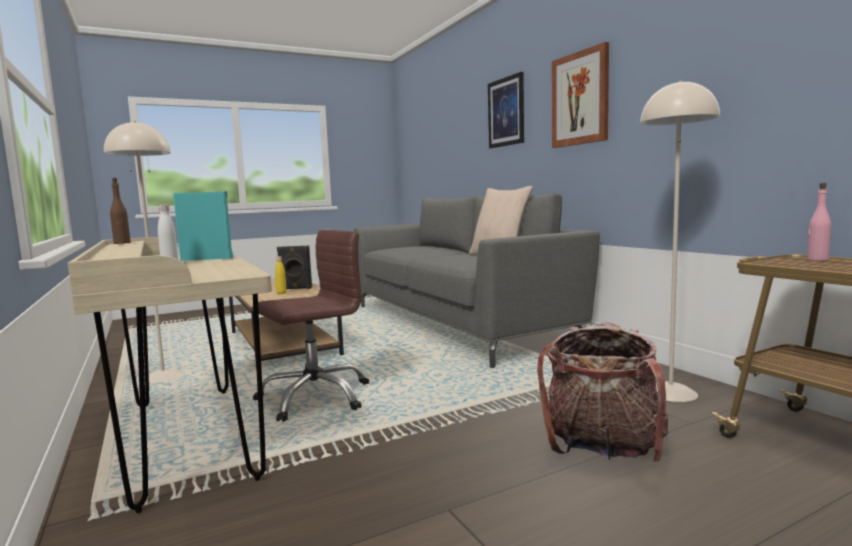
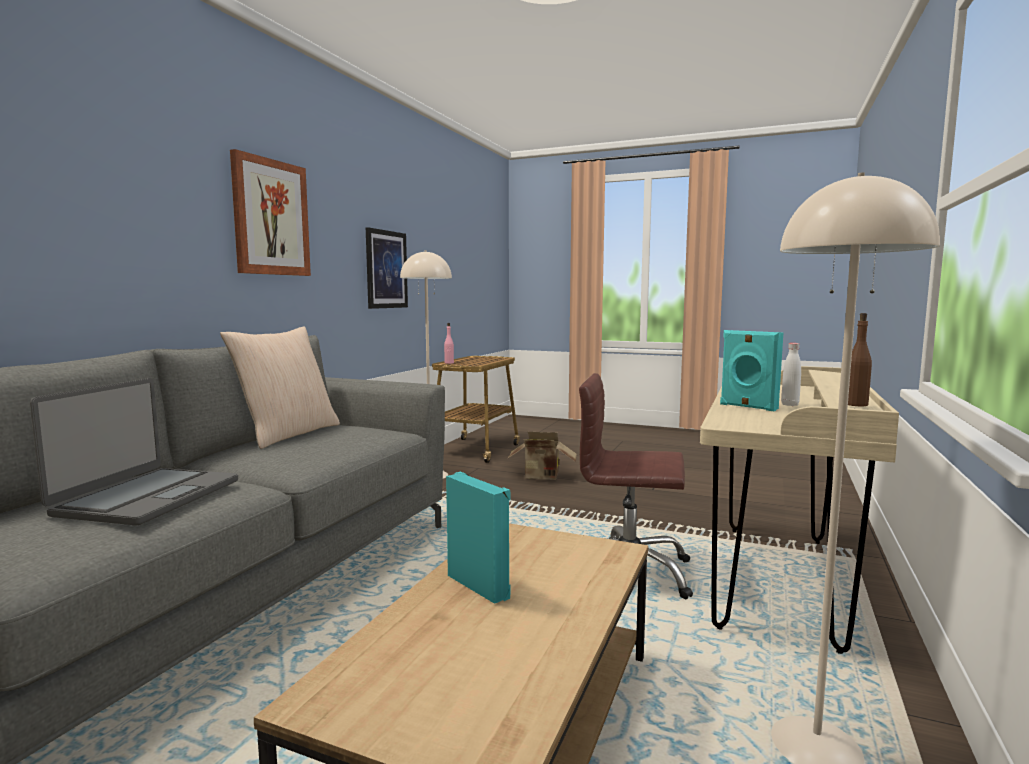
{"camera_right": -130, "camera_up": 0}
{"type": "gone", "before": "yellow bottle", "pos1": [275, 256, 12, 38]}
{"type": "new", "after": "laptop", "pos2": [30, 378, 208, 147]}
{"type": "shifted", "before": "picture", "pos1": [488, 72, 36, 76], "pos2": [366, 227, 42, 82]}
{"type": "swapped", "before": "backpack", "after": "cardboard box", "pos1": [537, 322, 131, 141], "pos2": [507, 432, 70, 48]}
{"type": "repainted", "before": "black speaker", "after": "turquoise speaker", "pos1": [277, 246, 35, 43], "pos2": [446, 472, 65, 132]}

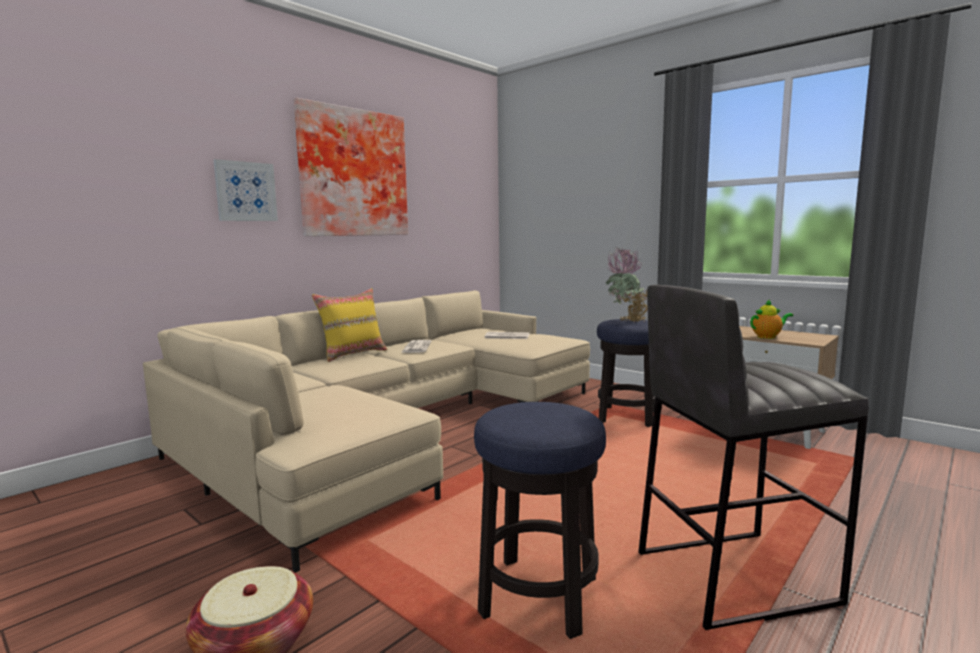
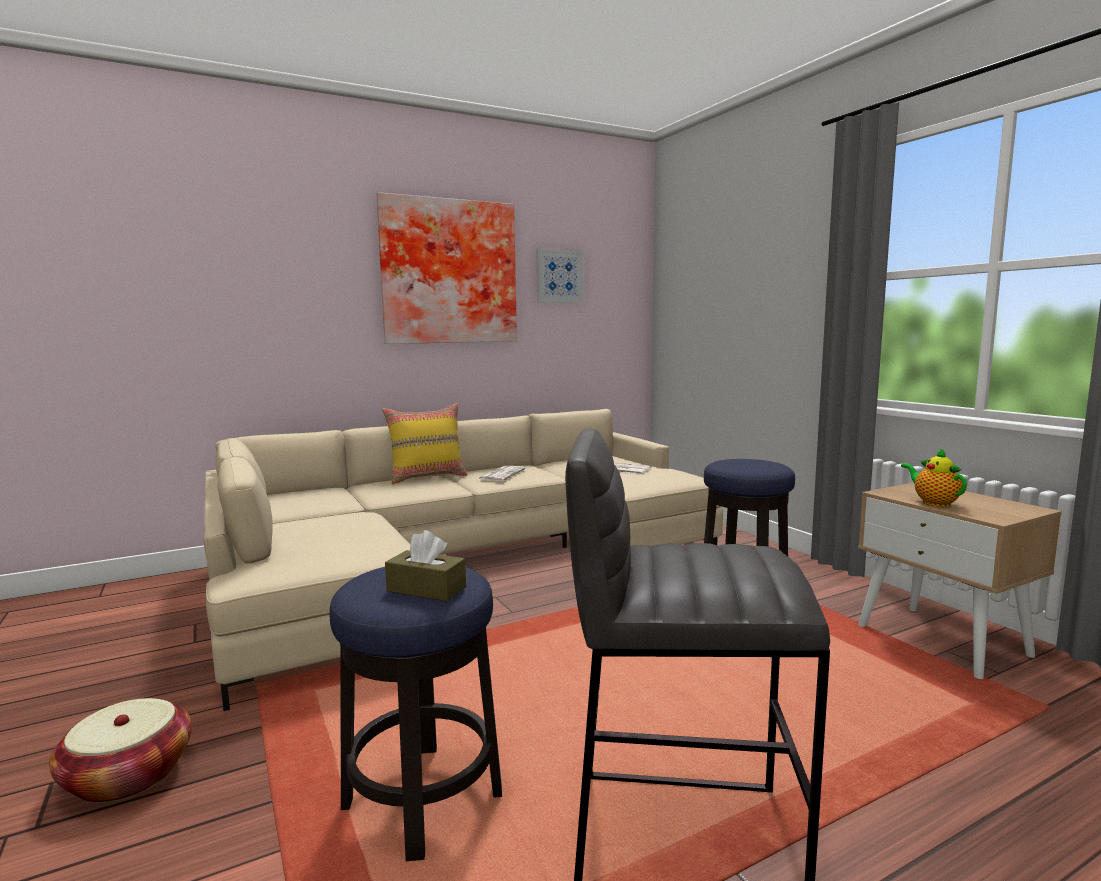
{"camera_right": 20, "camera_up": 0}
{"type": "gone", "before": "potted plant", "pos1": [606, 247, 42, 75]}
{"type": "new", "after": "brown tissue box", "pos2": [385, 530, 81, 71]}
{"type": "shifted", "before": "picture", "pos1": [214, 159, 64, 62], "pos2": [536, 248, 48, 55]}
{"type": "rotated", "before": "teapot", "pos1": [750, 299, 43, 40], "pos2": [901, 447, 66, 60], "turn": -120}

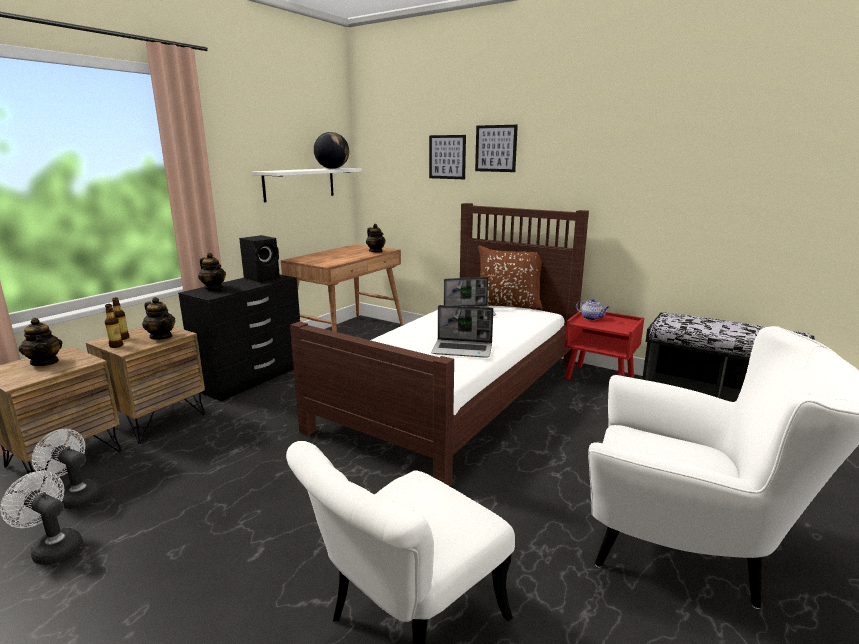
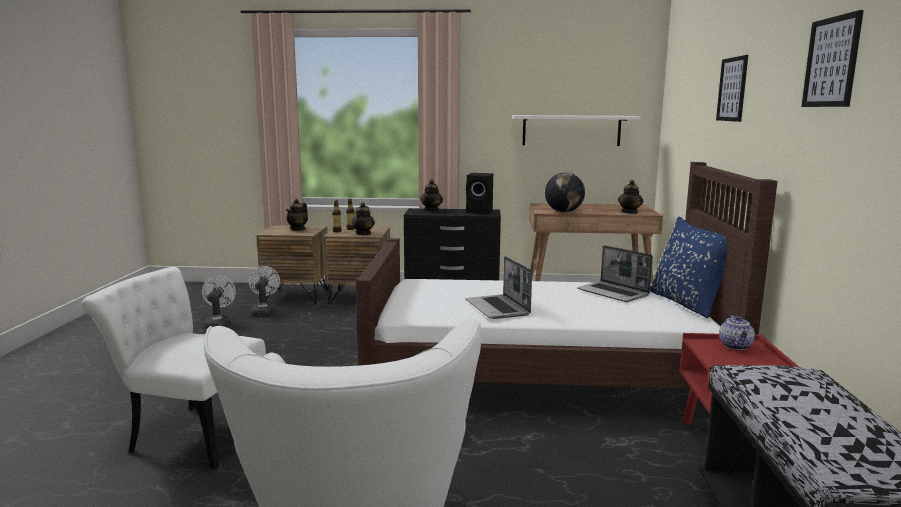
{"camera_right": 60, "camera_up": -5}
{"type": "shifted", "before": "globe", "pos1": [314, 132, 35, 37], "pos2": [545, 172, 40, 40]}
{"type": "shifted", "before": "picture", "pos1": [429, 135, 37, 44], "pos2": [801, 10, 63, 97]}
{"type": "repainted", "before": "brown pillow", "after": "blue pillow", "pos1": [478, 245, 65, 64], "pos2": [650, 217, 77, 101]}

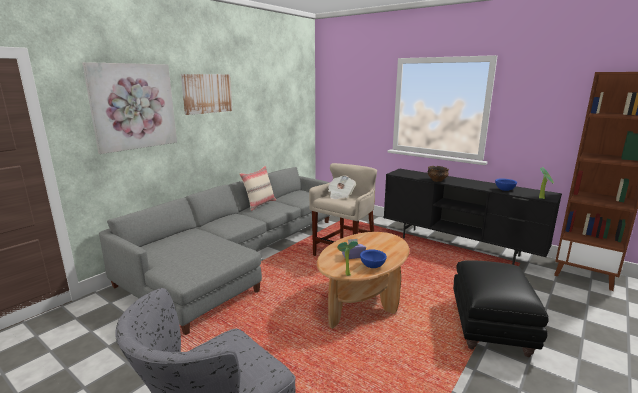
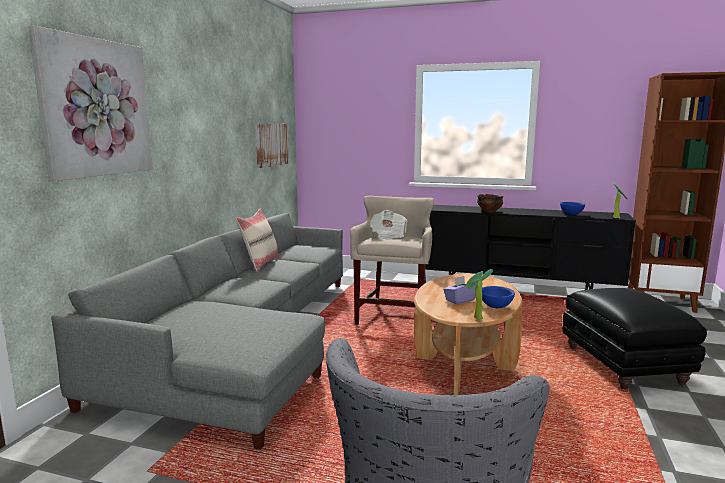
{"camera_right": -20, "camera_up": -5}
{"type": "shifted", "before": "picture", "pos1": [181, 74, 51, 41], "pos2": [255, 124, 34, 44]}

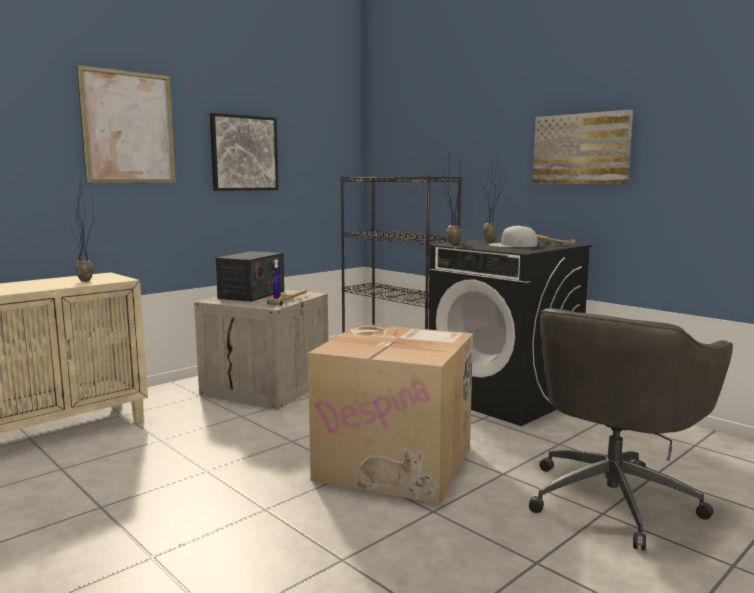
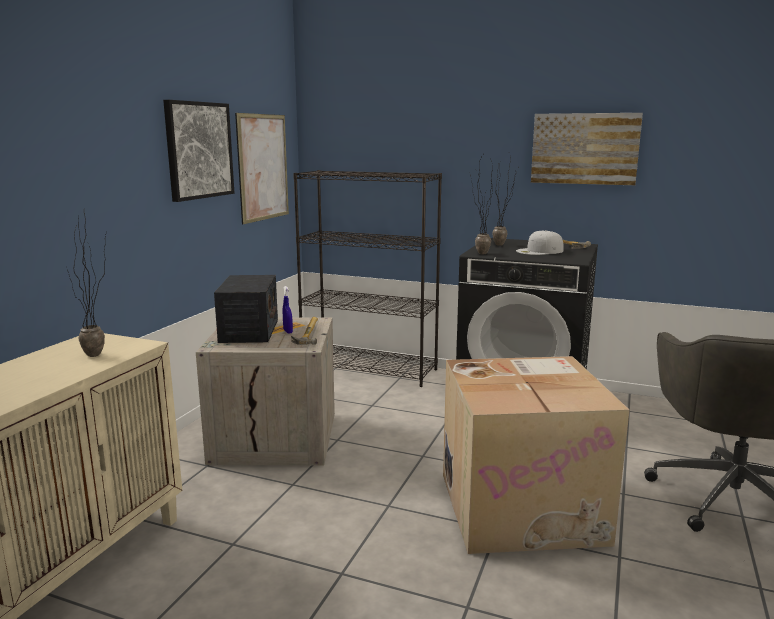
{"camera_right": -25, "camera_up": 5}
{"type": "shifted", "before": "picture", "pos1": [77, 65, 99, 118], "pos2": [235, 113, 54, 111]}

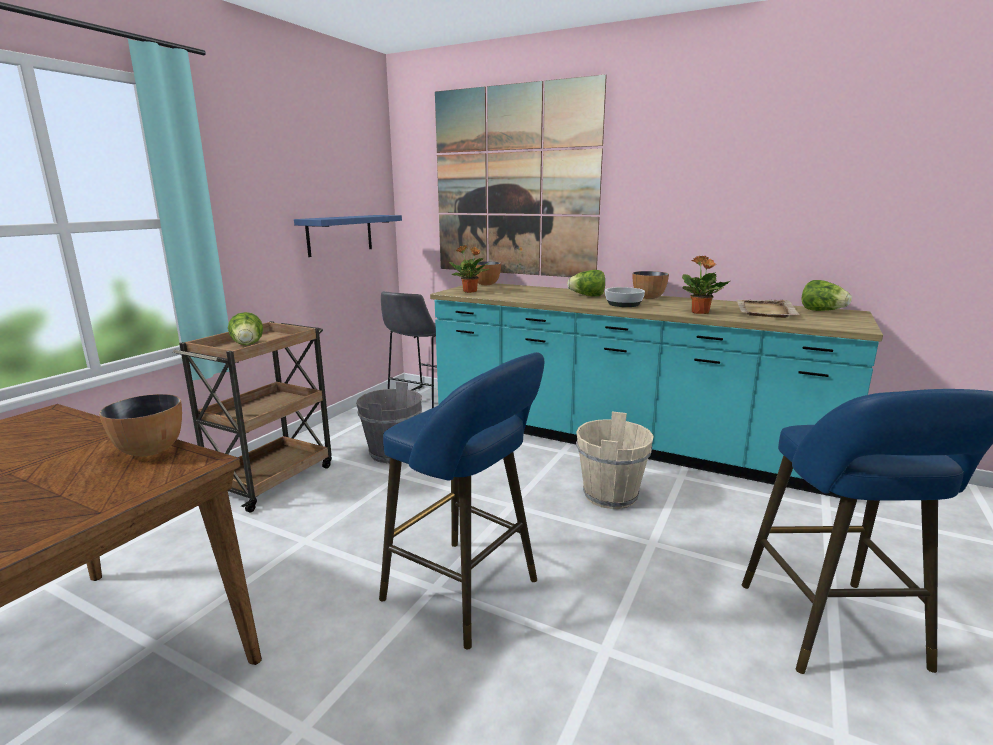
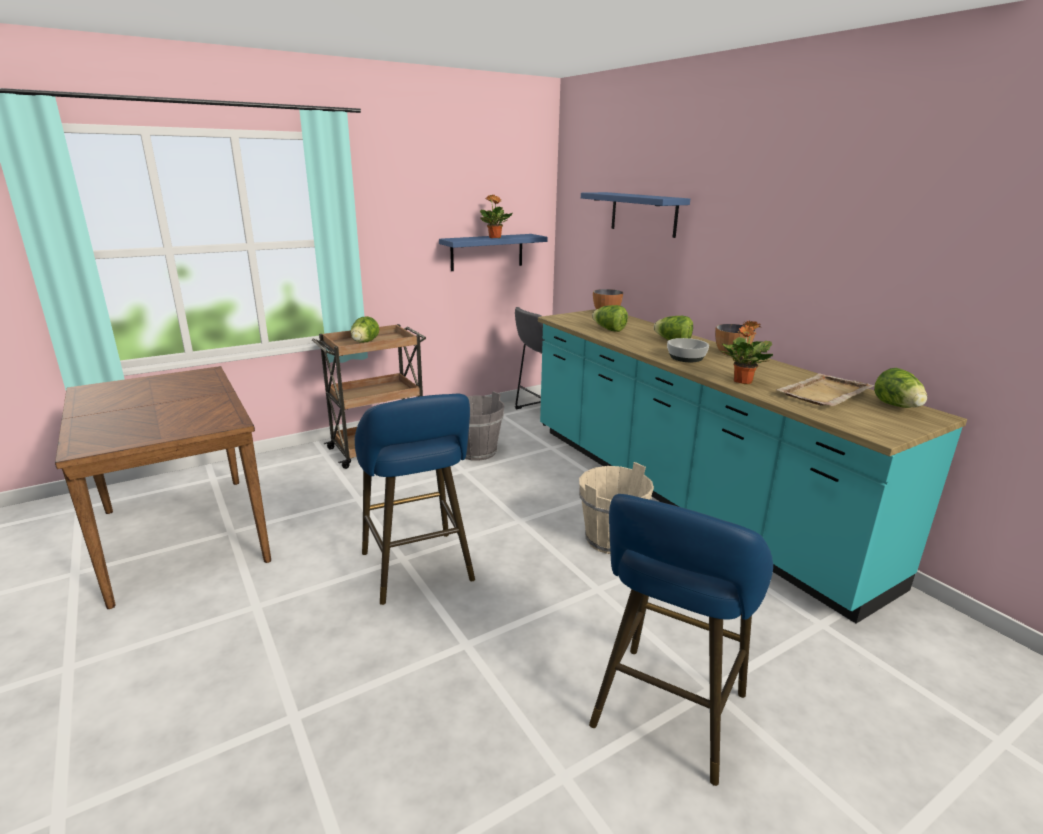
{"camera_right": 30, "camera_up": 5}
{"type": "gone", "before": "bowl", "pos1": [99, 394, 83, 62]}
{"type": "new", "after": "lettuce", "pos2": [592, 305, 36, 27]}
{"type": "shifted", "before": "potted plant", "pos1": [449, 245, 40, 48], "pos2": [480, 195, 33, 43]}
{"type": "swapped", "before": "picture", "after": "blue shelf", "pos1": [435, 74, 172, 203], "pos2": [581, 192, 109, 46]}

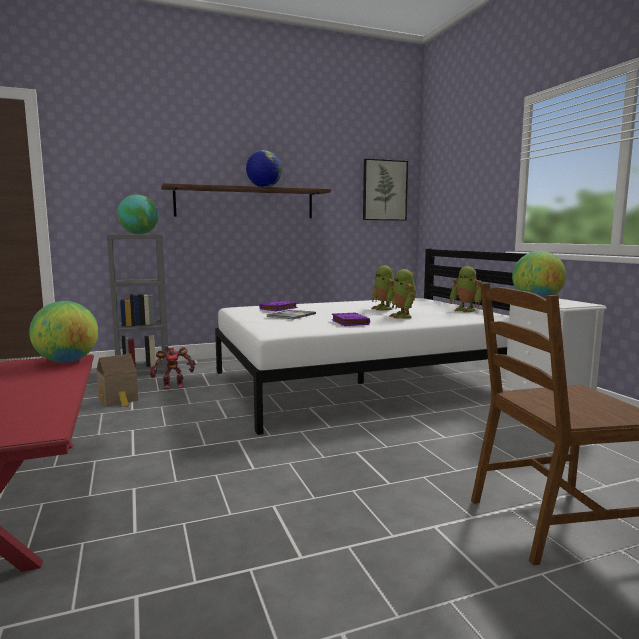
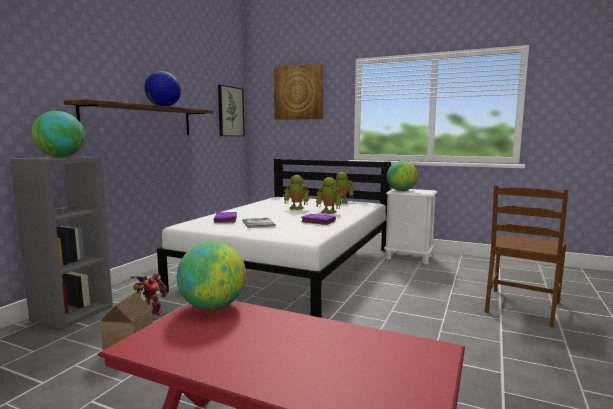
{"camera_right": -45, "camera_up": 0}
{"type": "new", "after": "picture", "pos2": [274, 63, 49, 57]}

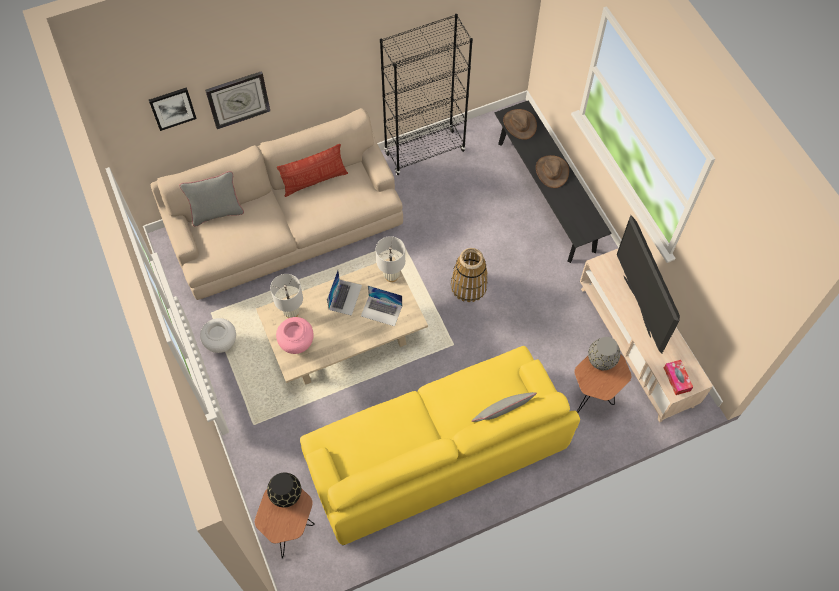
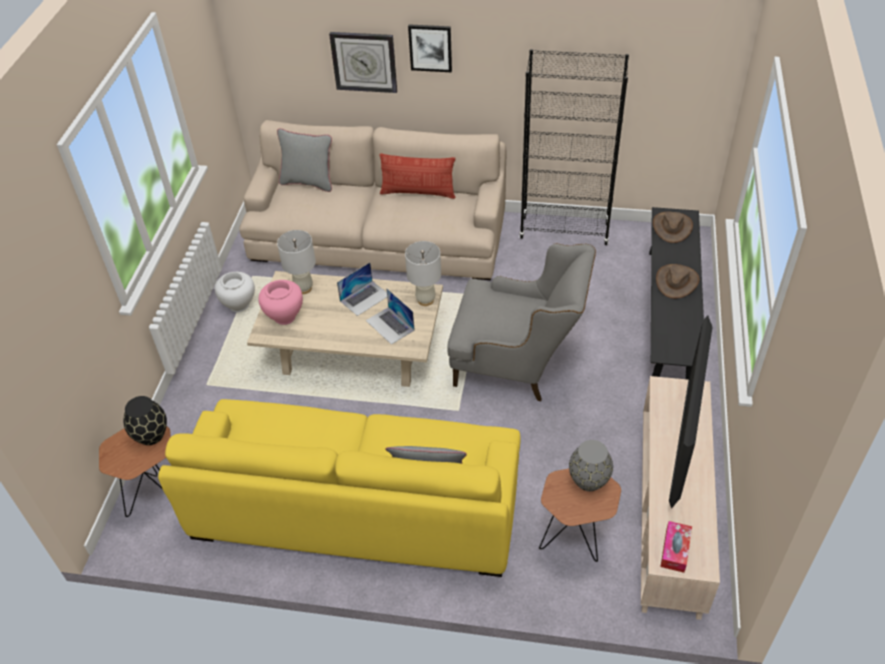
{"camera_right": 35, "camera_up": -15}
{"type": "shifted", "before": "picture", "pos1": [149, 87, 48, 44], "pos2": [408, 24, 44, 49]}
{"type": "swapped", "before": "basket", "after": "grey armchair", "pos1": [451, 248, 37, 54], "pos2": [447, 243, 149, 158]}

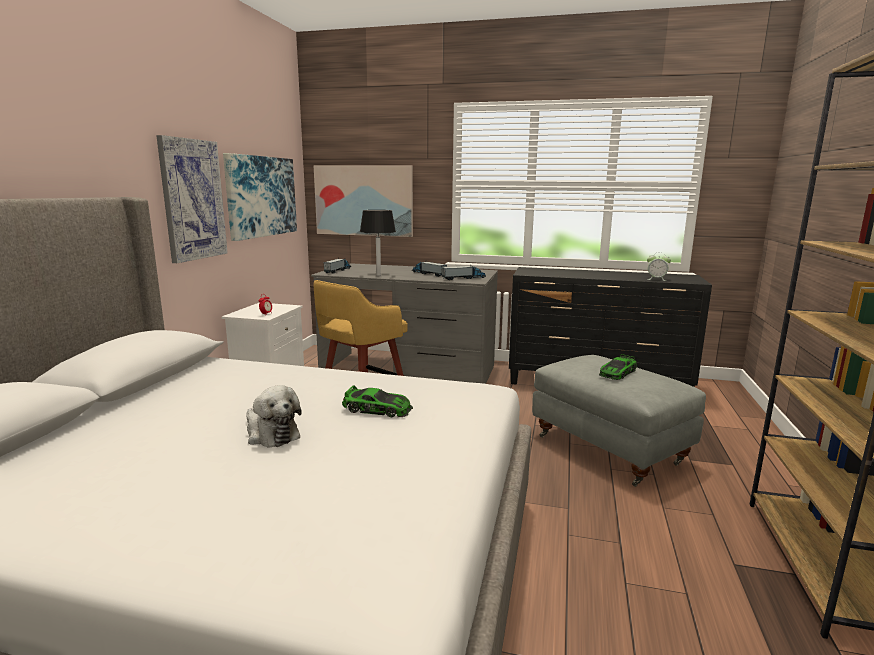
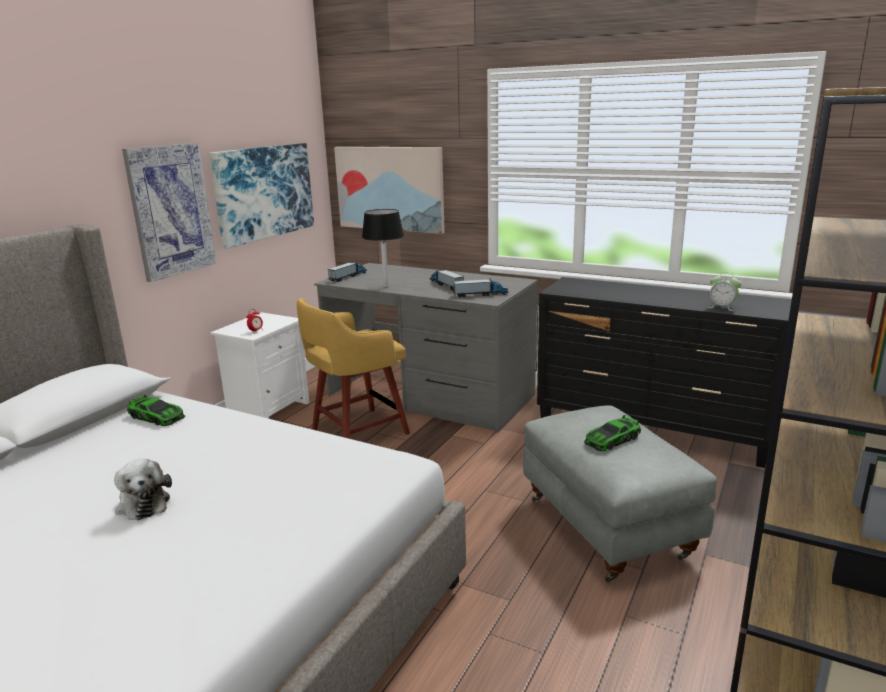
{"camera_right": 15, "camera_up": 5}
{"type": "shifted", "before": "toy car", "pos1": [342, 385, 71, 33], "pos2": [127, 394, 58, 32]}

